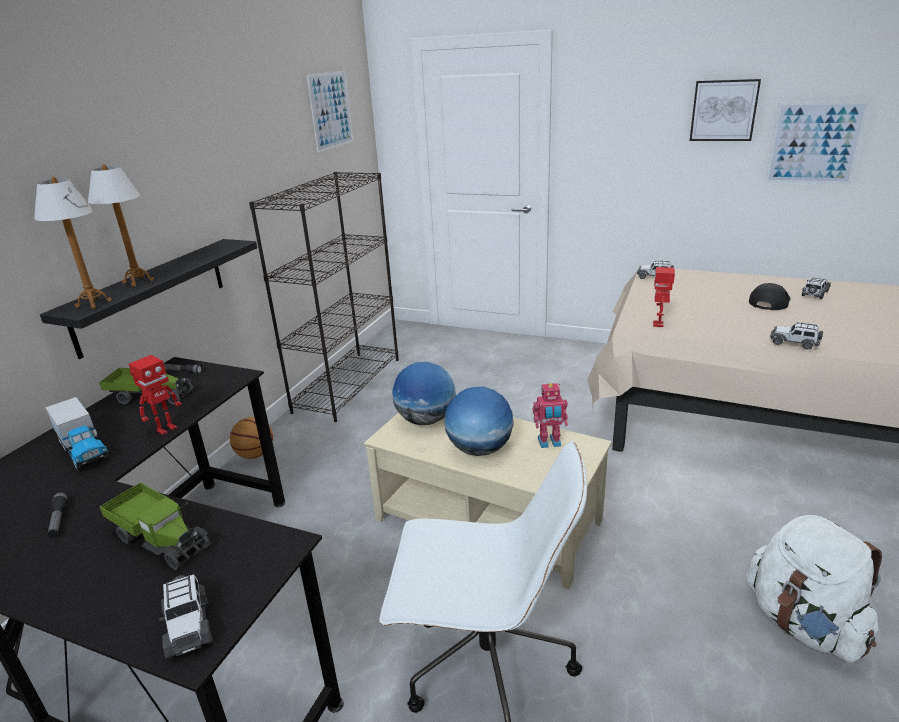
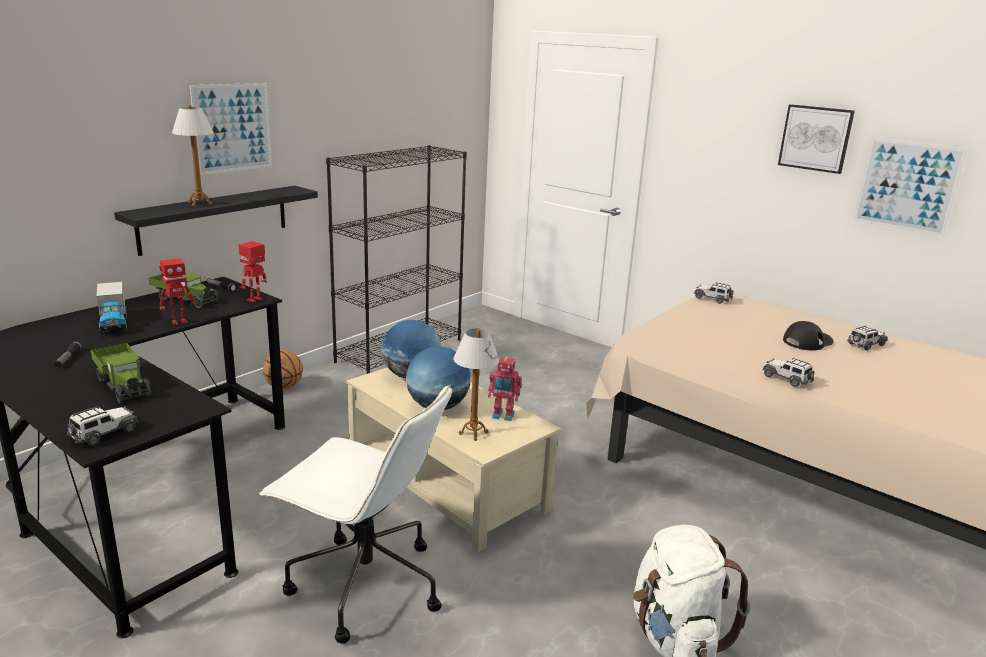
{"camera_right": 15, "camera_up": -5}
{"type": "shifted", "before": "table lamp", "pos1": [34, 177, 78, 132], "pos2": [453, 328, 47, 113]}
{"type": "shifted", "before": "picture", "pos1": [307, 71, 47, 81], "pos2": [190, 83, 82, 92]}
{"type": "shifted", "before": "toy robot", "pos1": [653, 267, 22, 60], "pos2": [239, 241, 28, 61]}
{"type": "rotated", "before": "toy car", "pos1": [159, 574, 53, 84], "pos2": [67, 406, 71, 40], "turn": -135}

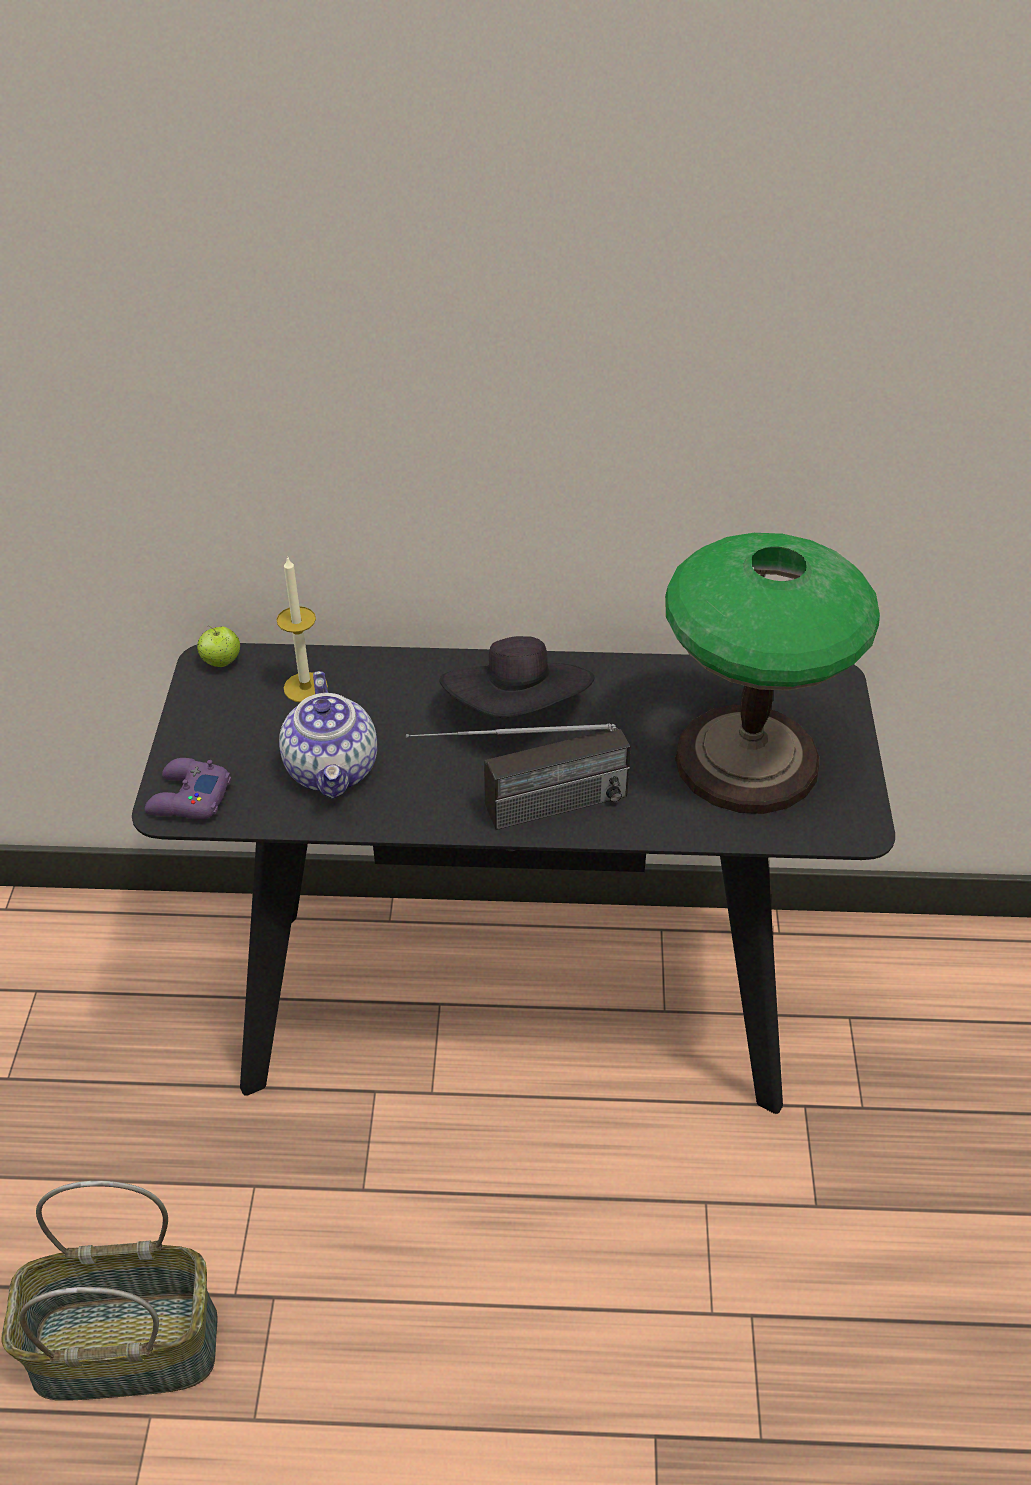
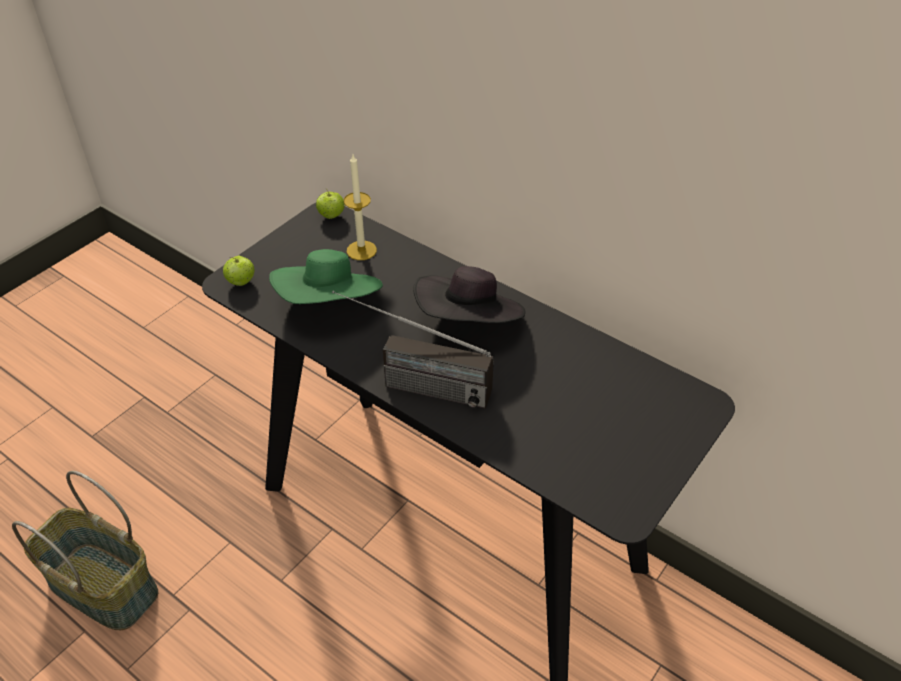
{"camera_right": 35, "camera_up": 0}
{"type": "gone", "before": "table lamp", "pos1": [665, 533, 215, 281]}
{"type": "swapped", "before": "purple game controller", "after": "apple", "pos1": [145, 758, 87, 61], "pos2": [223, 256, 31, 30]}
{"type": "swapped", "before": "teapot", "after": "green hat", "pos1": [279, 671, 98, 128], "pos2": [269, 249, 114, 55]}

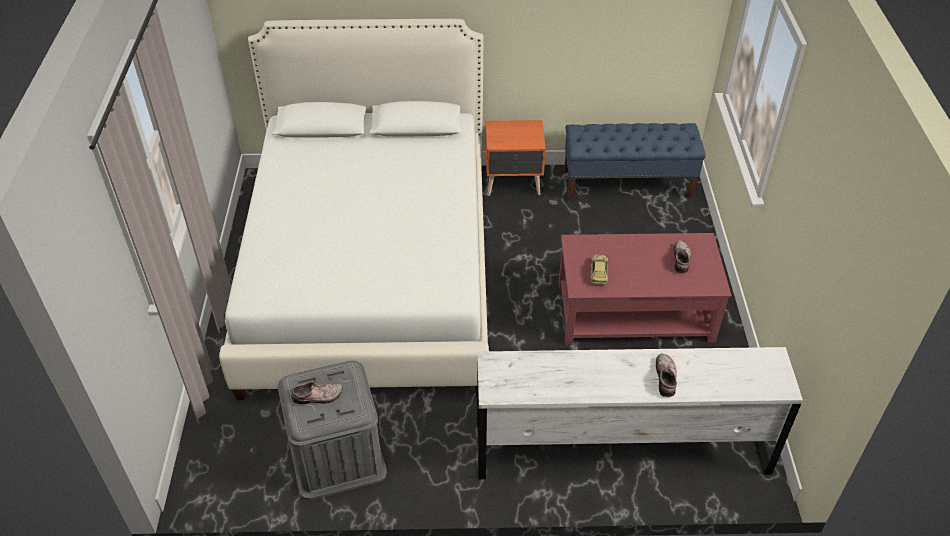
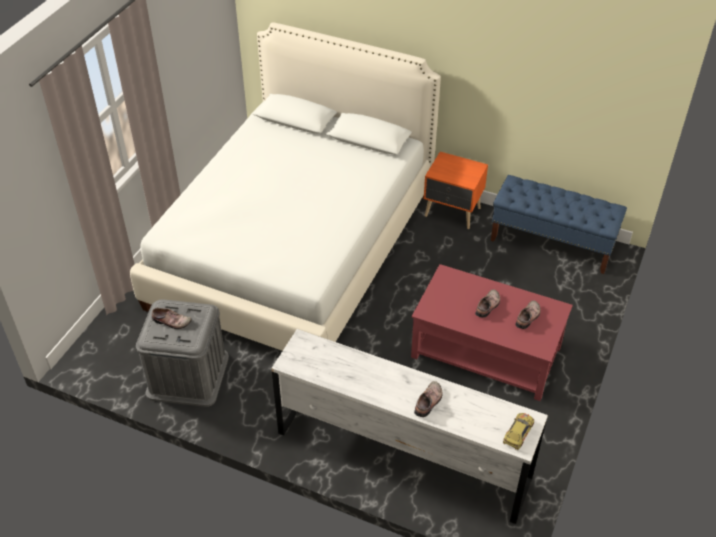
{"camera_right": 25, "camera_up": 0}
{"type": "new", "after": "shoe", "pos2": [475, 289, 25, 29]}
{"type": "shifted", "before": "toy car", "pos1": [590, 254, 19, 32], "pos2": [503, 413, 31, 37]}

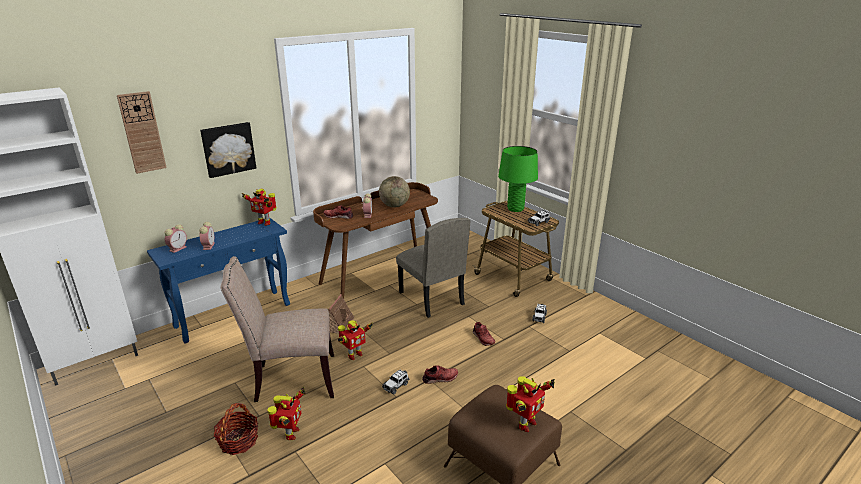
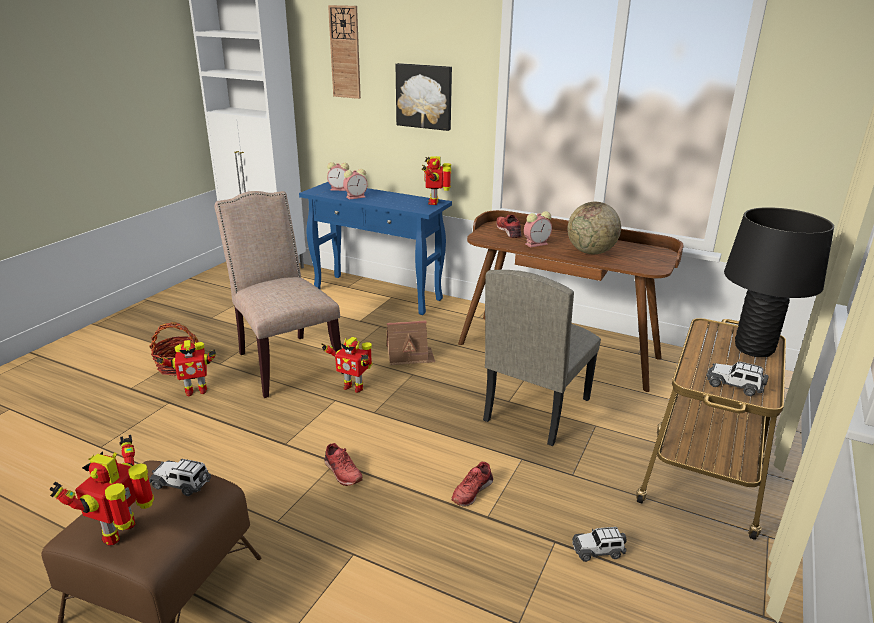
{"camera_right": 65, "camera_up": 0}
{"type": "shifted", "before": "toy car", "pos1": [382, 369, 27, 25], "pos2": [149, 459, 62, 37]}
{"type": "repainted", "before": "green table lamp", "after": "black table lamp", "pos1": [498, 146, 40, 66], "pos2": [724, 207, 110, 150]}
{"type": "rotated", "before": "toy robot", "pos1": [506, 376, 49, 56], "pos2": [49, 435, 105, 111], "turn": 90}

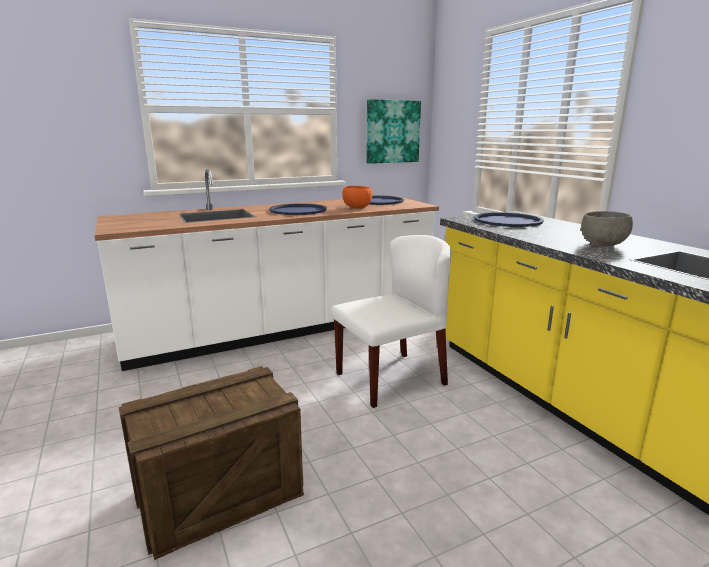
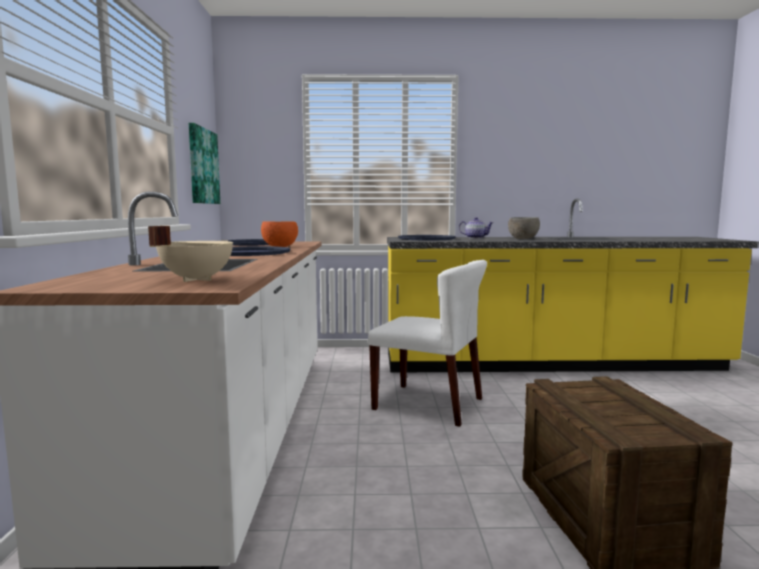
{"camera_right": -65, "camera_up": -10}
{"type": "new", "after": "beige cooking pot", "pos2": [148, 226, 85, 56]}
{"type": "new", "after": "teapot", "pos2": [459, 217, 35, 22]}
{"type": "rotated", "before": "white chair", "pos1": [331, 235, 120, 173], "pos2": [368, 260, 119, 167], "turn": 120}

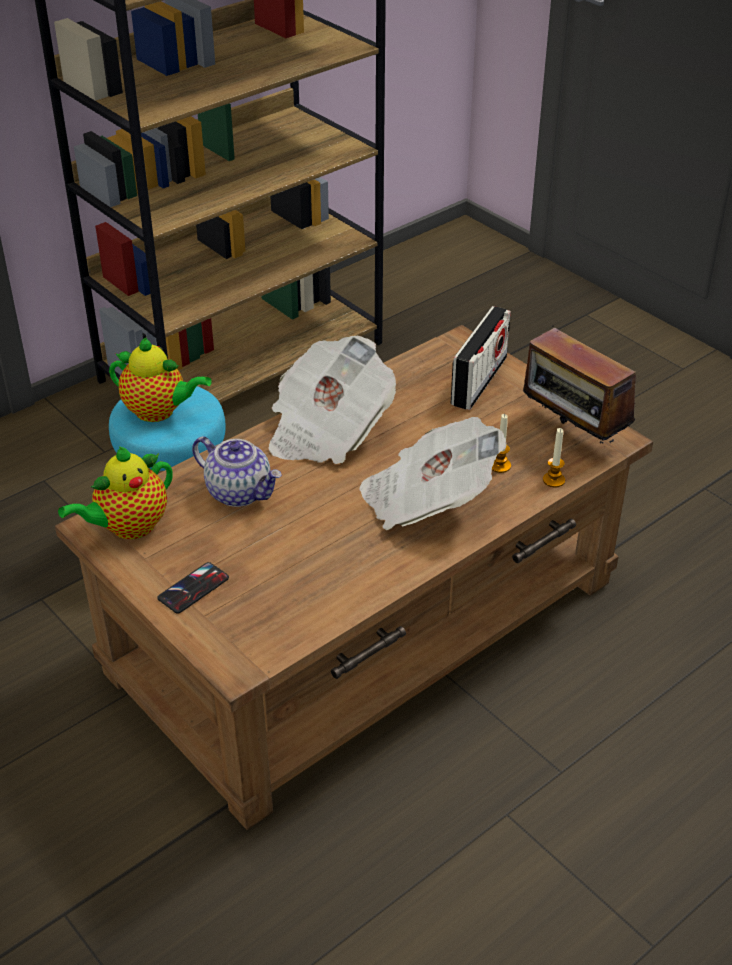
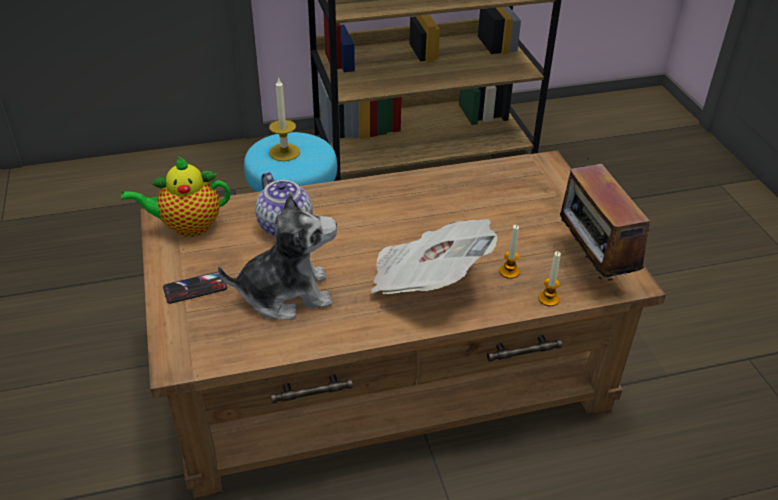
{"camera_right": 25, "camera_up": 0}
{"type": "gone", "before": "newspaper", "pos1": [268, 336, 128, 128]}
{"type": "gone", "before": "radio", "pos1": [451, 306, 60, 104]}
{"type": "new", "after": "plush toy", "pos2": [218, 192, 119, 128]}
{"type": "swapped", "before": "teapot", "after": "candle", "pos1": [109, 337, 103, 85], "pos2": [269, 77, 31, 84]}

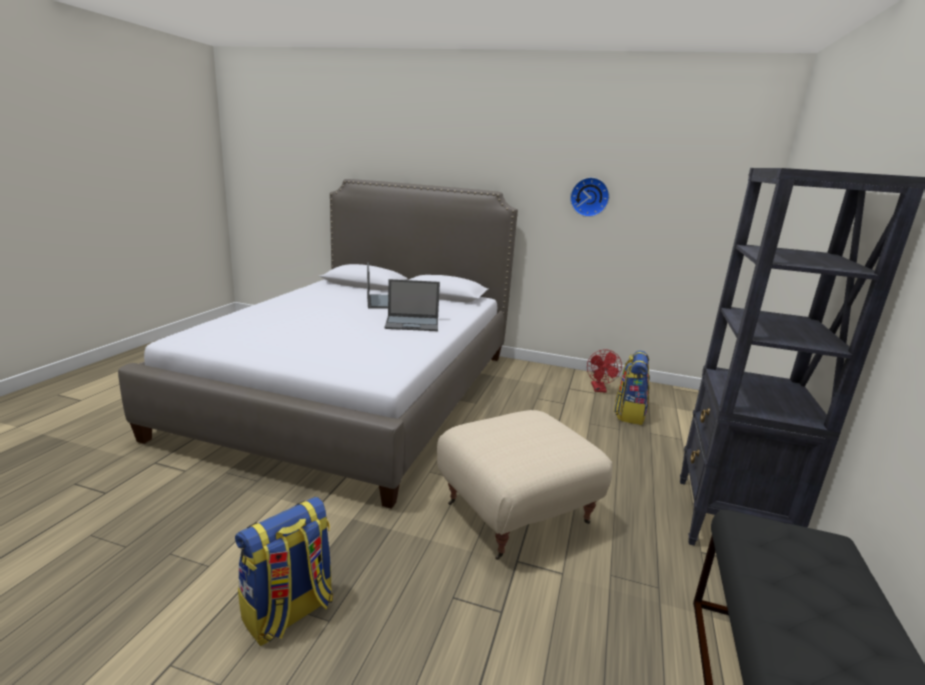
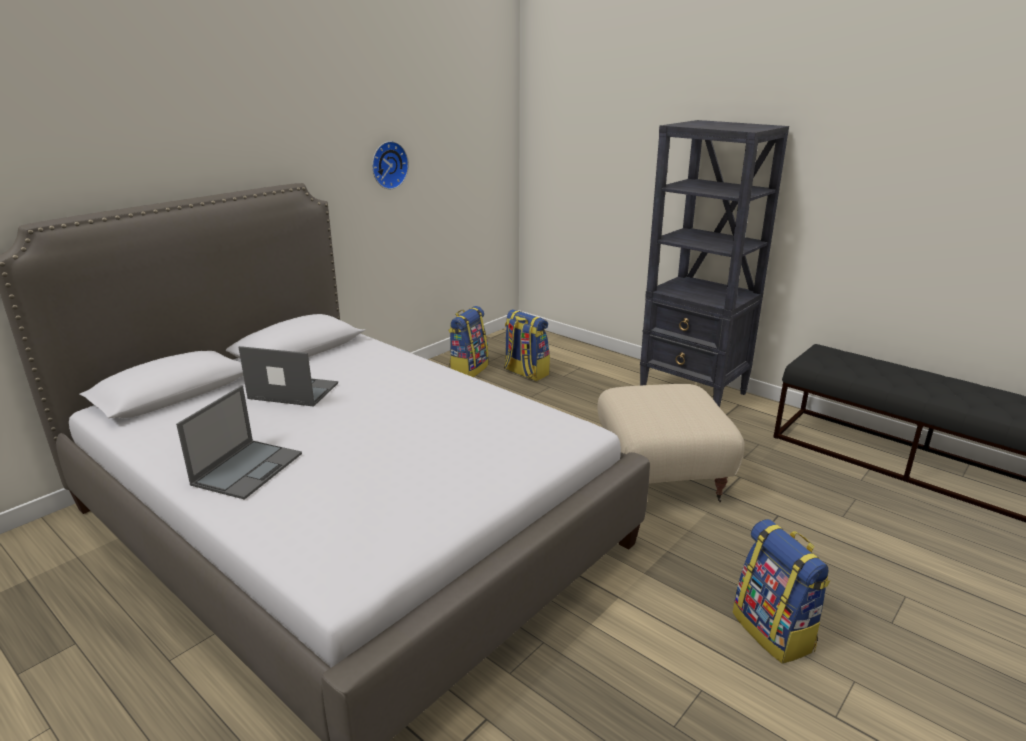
{"camera_right": -65, "camera_up": 5}
{"type": "shifted", "before": "laptop", "pos1": [384, 279, 56, 52], "pos2": [176, 385, 126, 115]}
{"type": "swapped", "before": "red fan", "after": "backpack", "pos1": [587, 349, 35, 44], "pos2": [448, 306, 41, 71]}

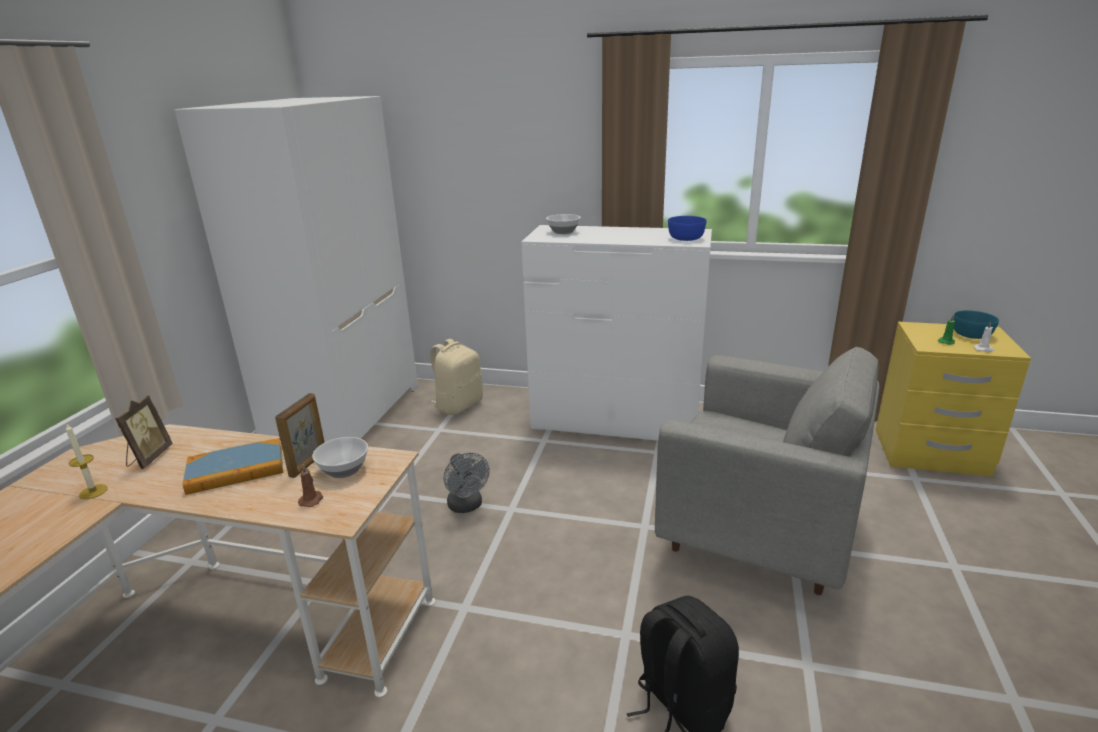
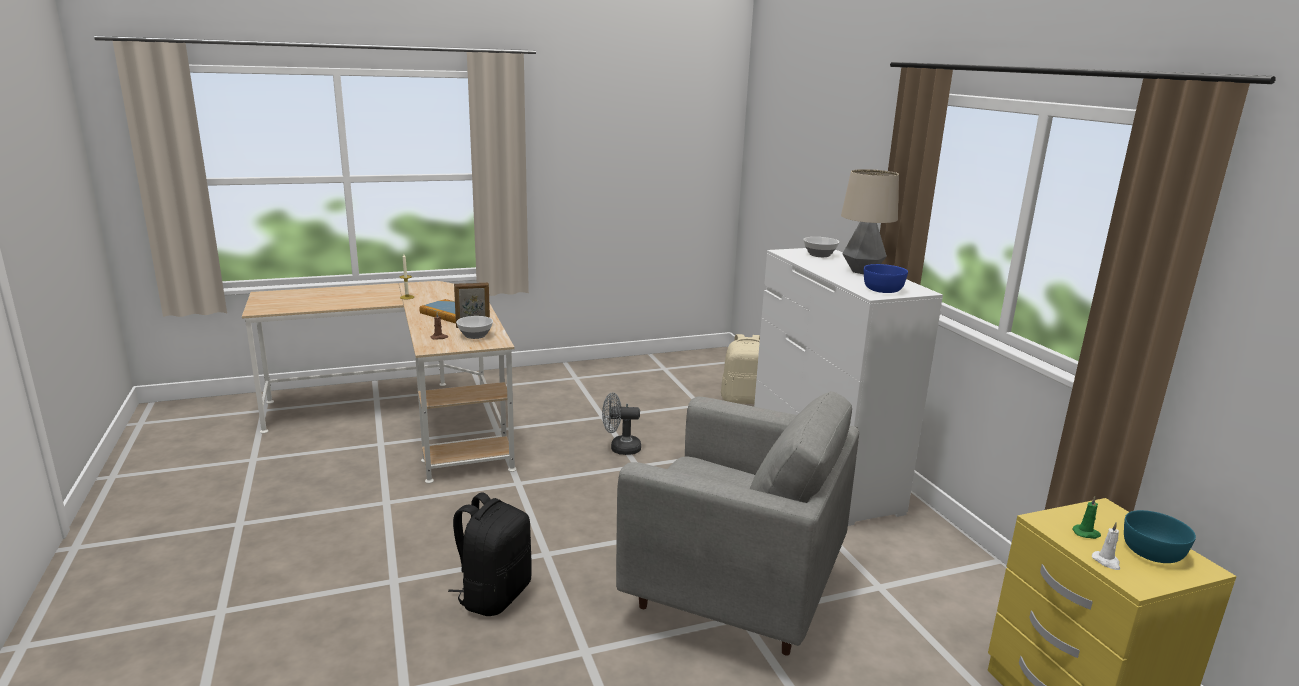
{"camera_right": 55, "camera_up": -5}
{"type": "gone", "before": "picture frame", "pos1": [115, 396, 58, 73]}
{"type": "gone", "before": "white wardrobe", "pos1": [174, 96, 244, 346]}
{"type": "new", "after": "table lamp", "pos2": [841, 169, 58, 105]}
{"type": "rotated", "before": "grey fan", "pos1": [444, 453, 46, 60], "pos2": [602, 392, 39, 63], "turn": 60}
{"type": "rotated", "before": "grey armchair", "pos1": [655, 347, 225, 248], "pos2": [616, 391, 243, 265], "turn": -60}

